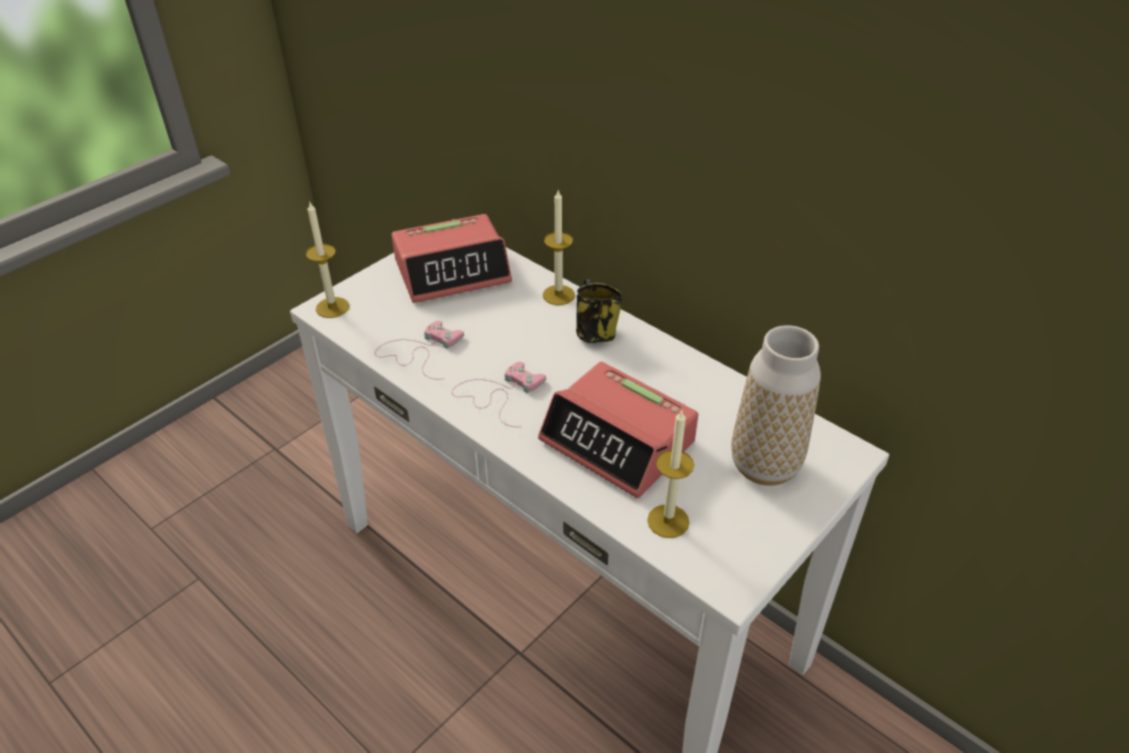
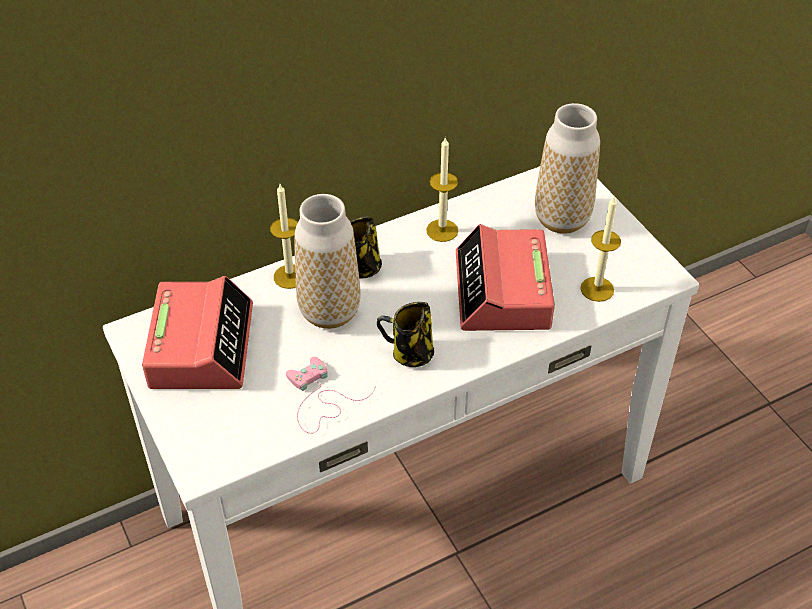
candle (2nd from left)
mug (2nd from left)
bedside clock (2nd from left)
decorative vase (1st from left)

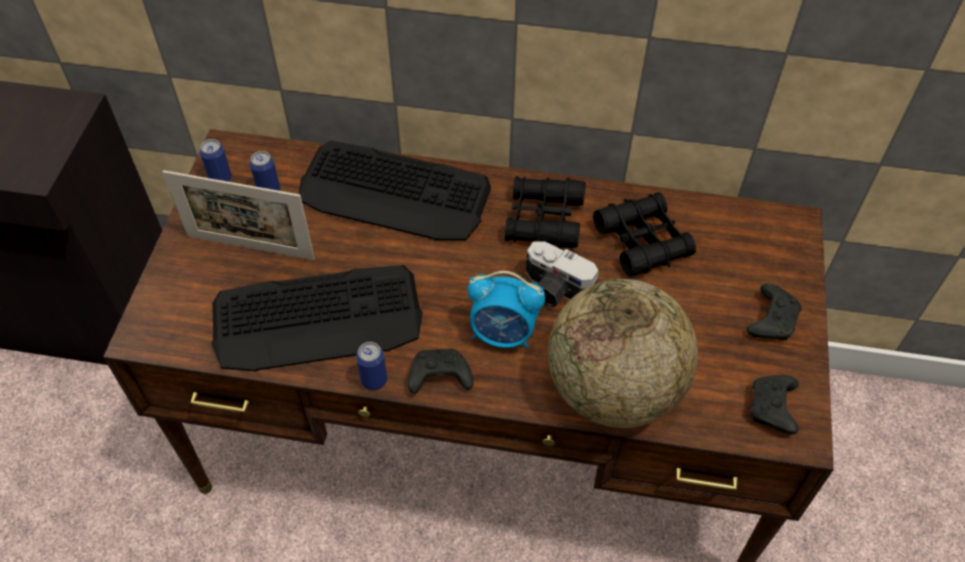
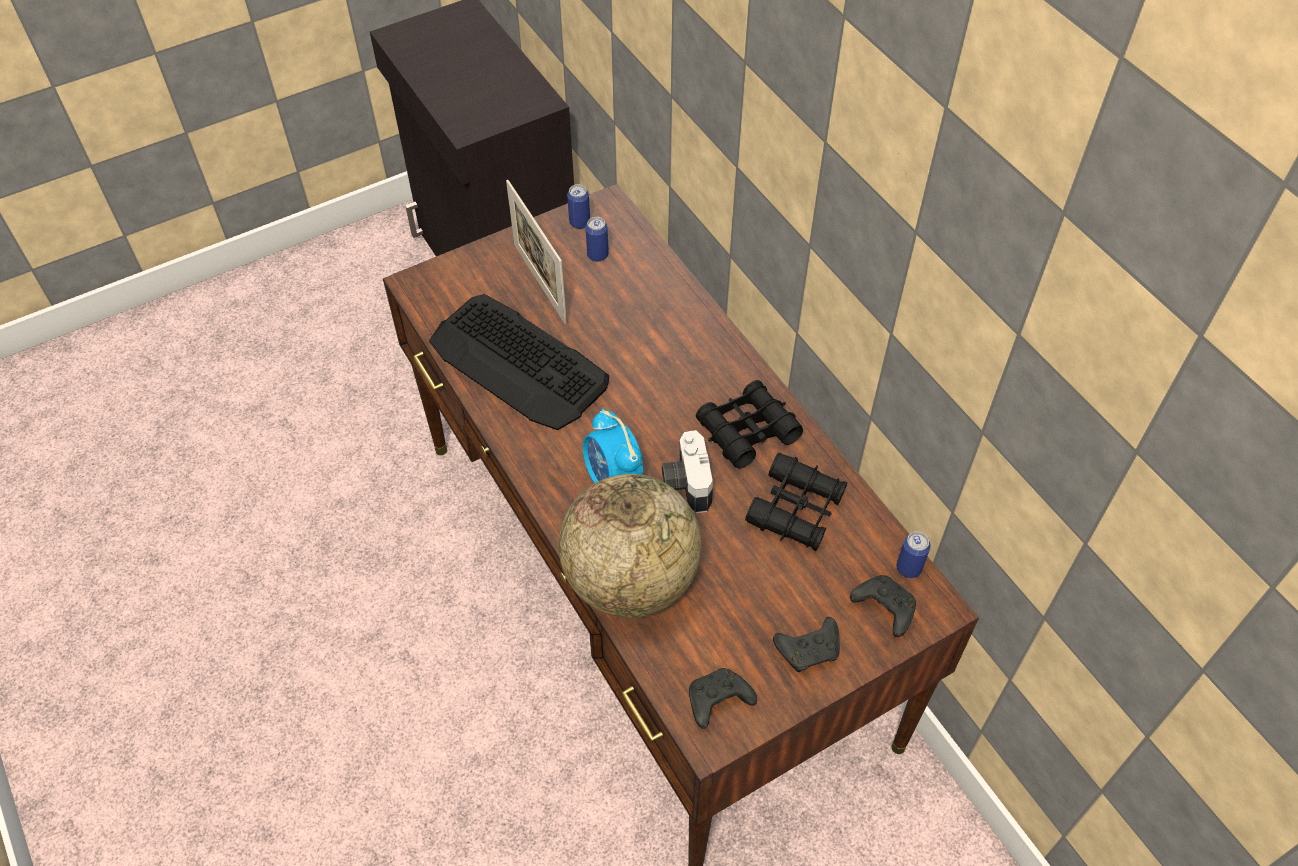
keyboard (2nd from left in the first image)
sealed can (3rd from left)
black-coloured joypad (3rd from left)

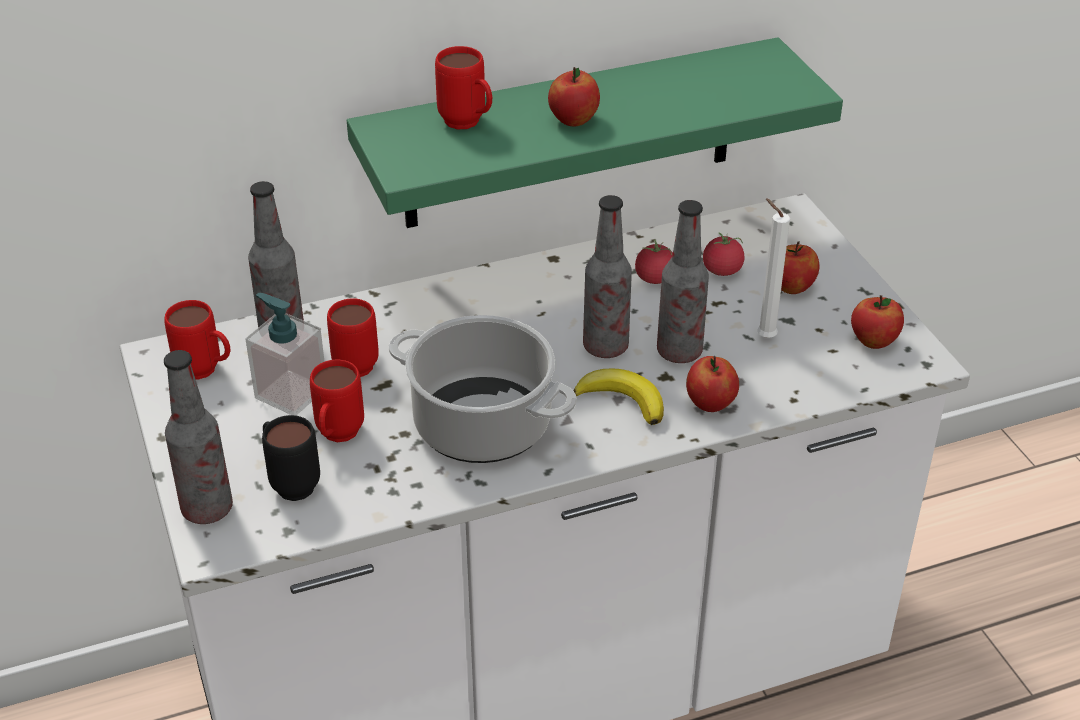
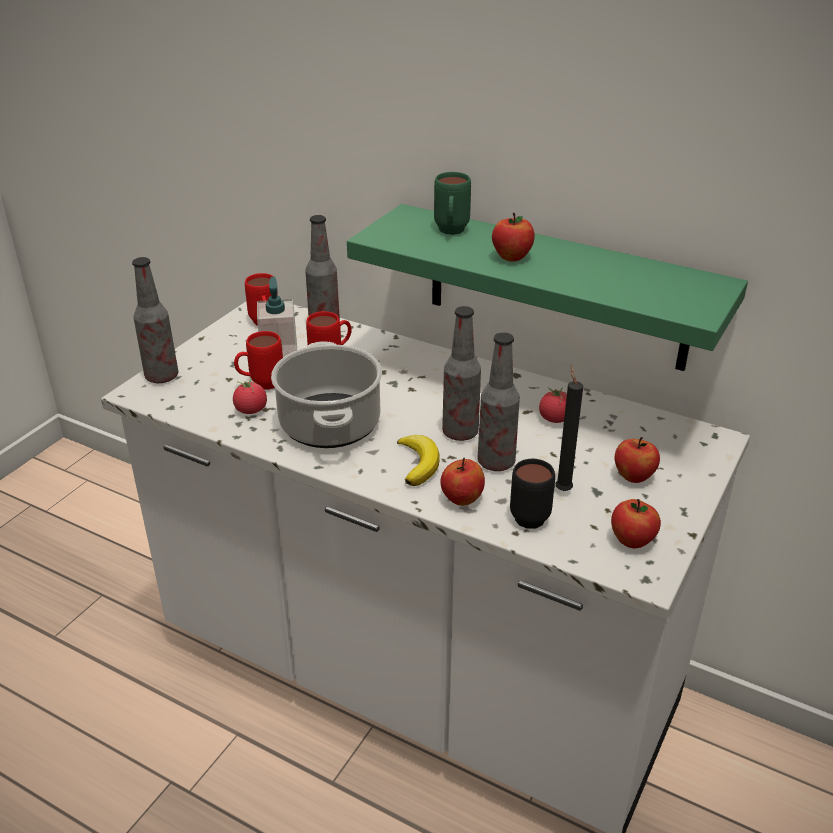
black-coloured mug
green-coloured mug
fresh tomato (1st from left)
black-coloured candle

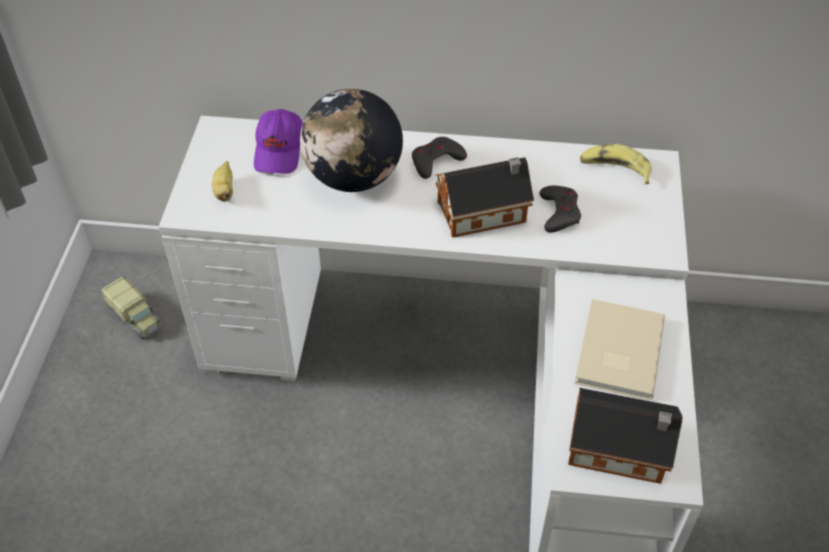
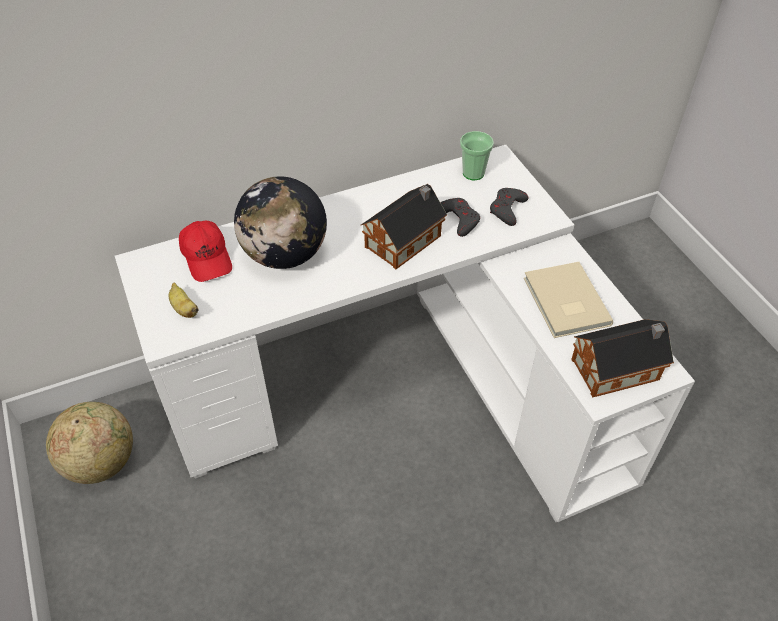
globe (1st from left)
red-coloured cap
greyish joypad (2nd from left)
drinking cup

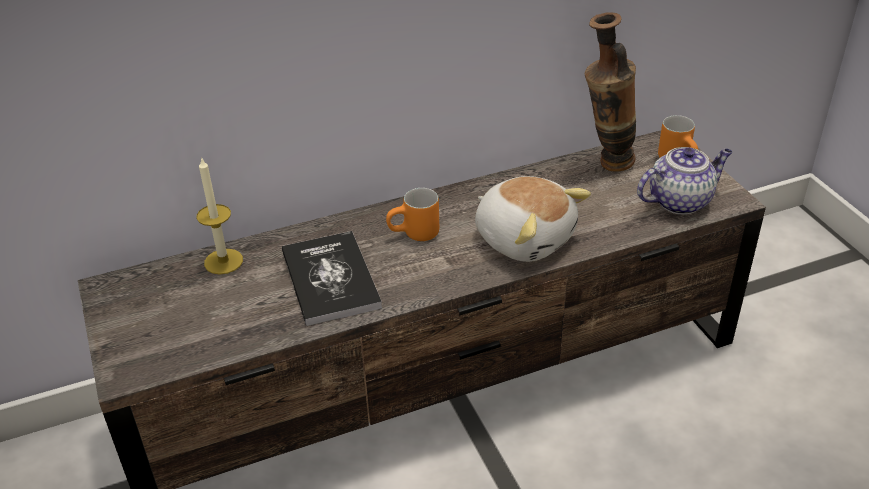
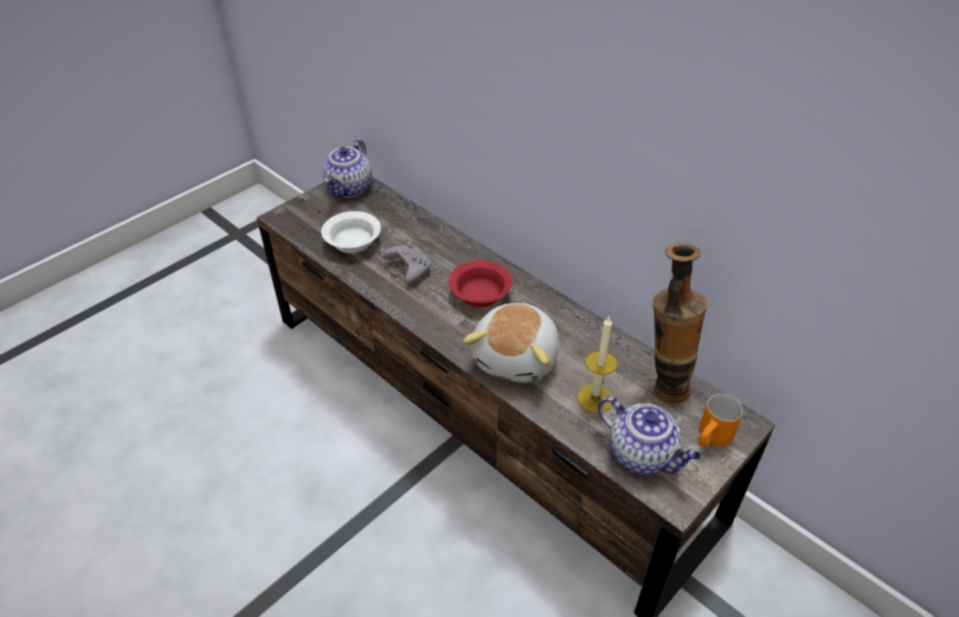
candle
greyish joypad
red-coloured bowl
white-coloured bowl
tea pot (1st from left)

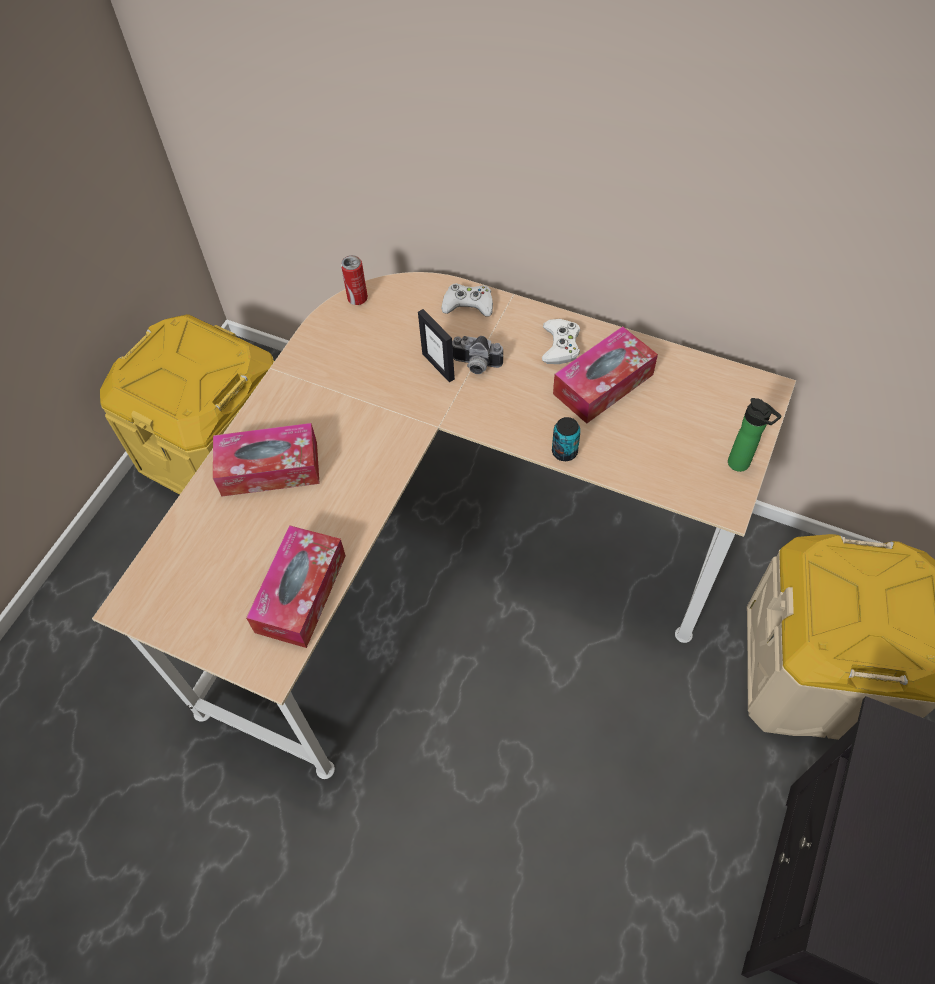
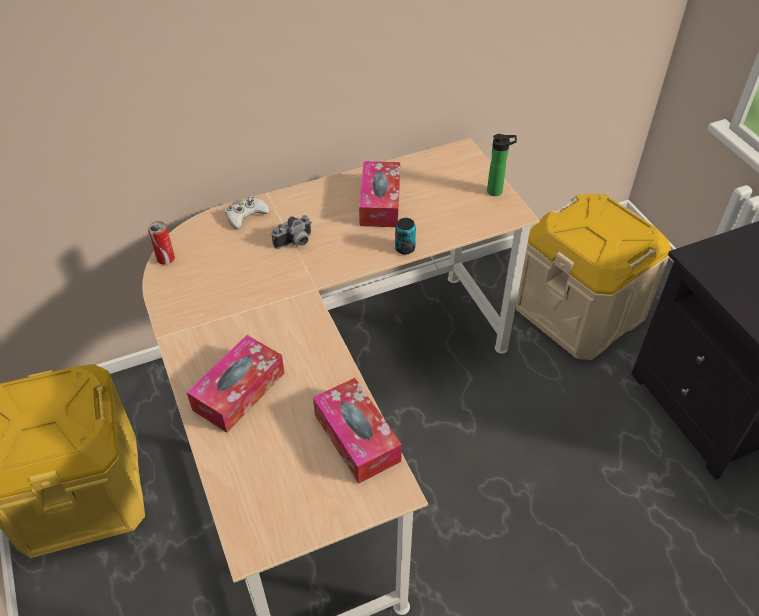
photo frame
white-coloured joypad (2nd from left in the first image)

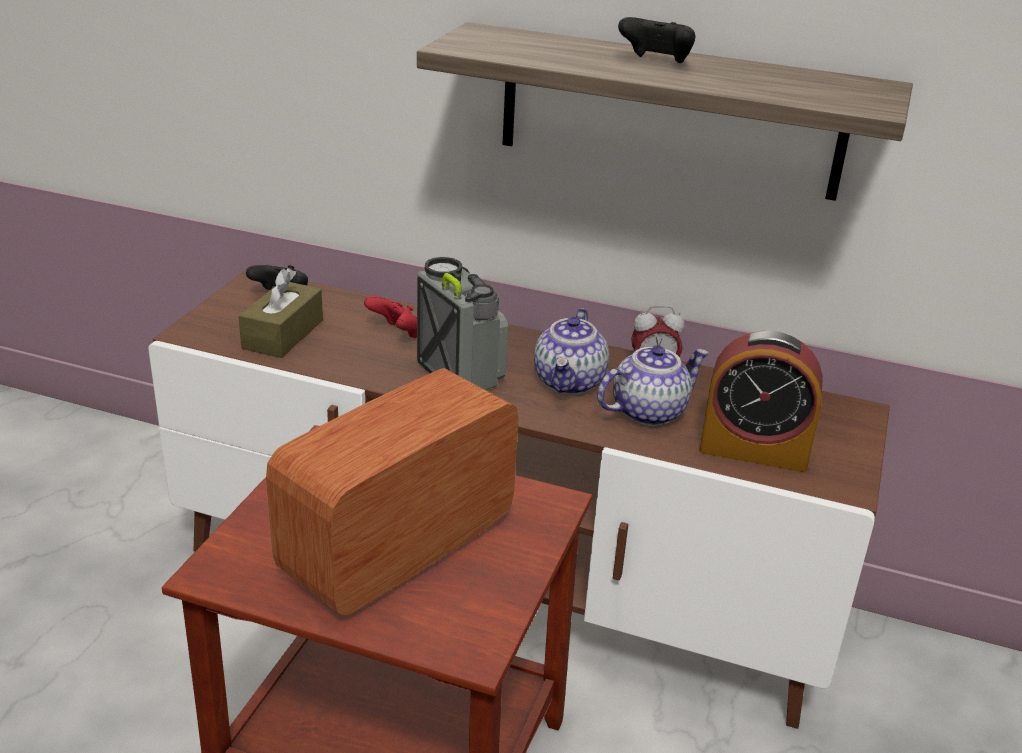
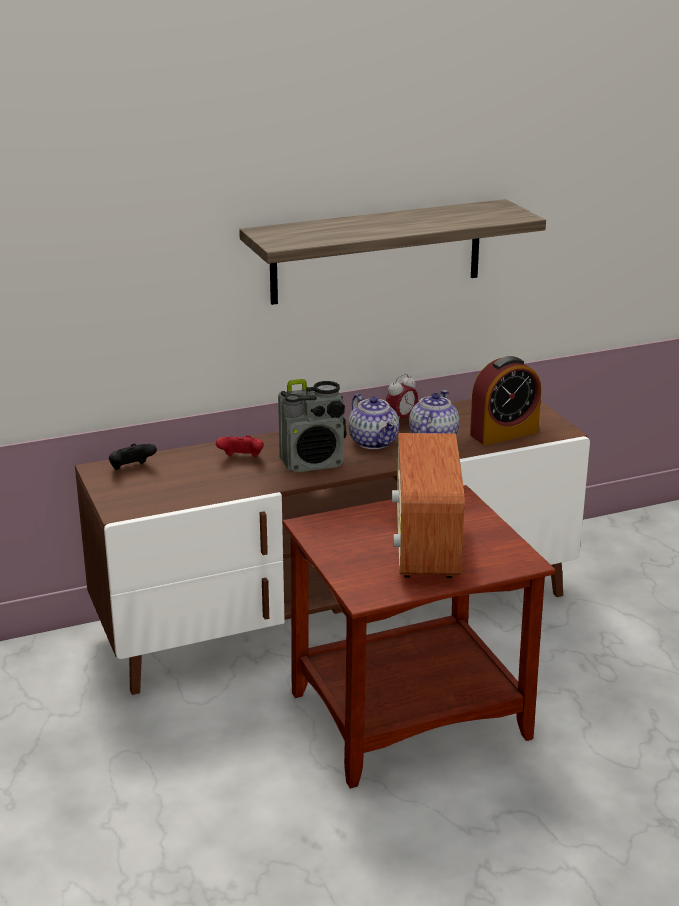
brownish tissue box
radio (1st from left)
black-coloured joypad (2nd from left in the first image)

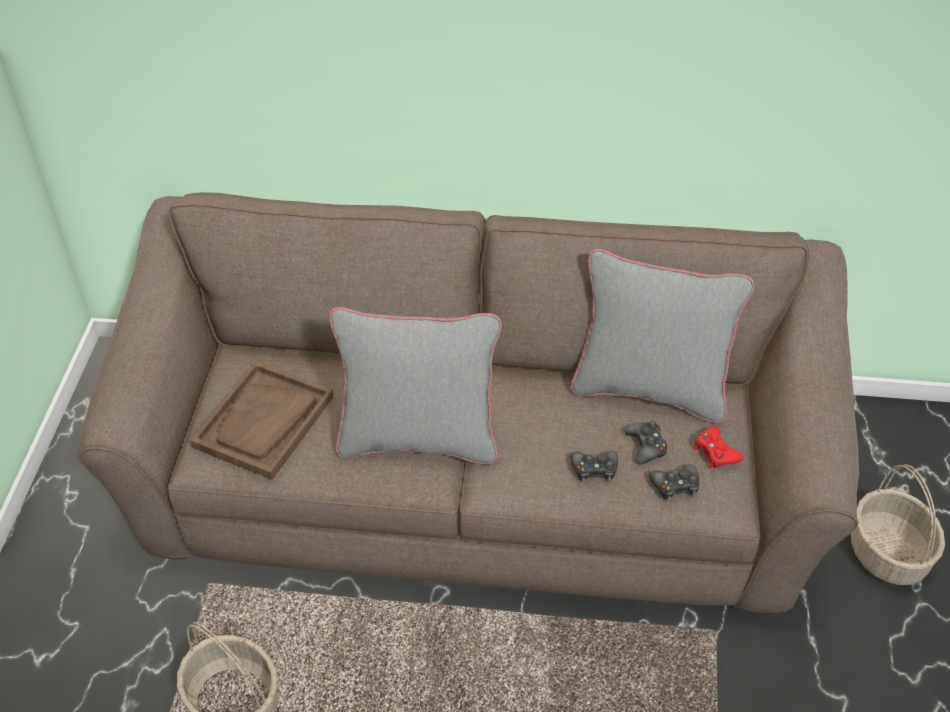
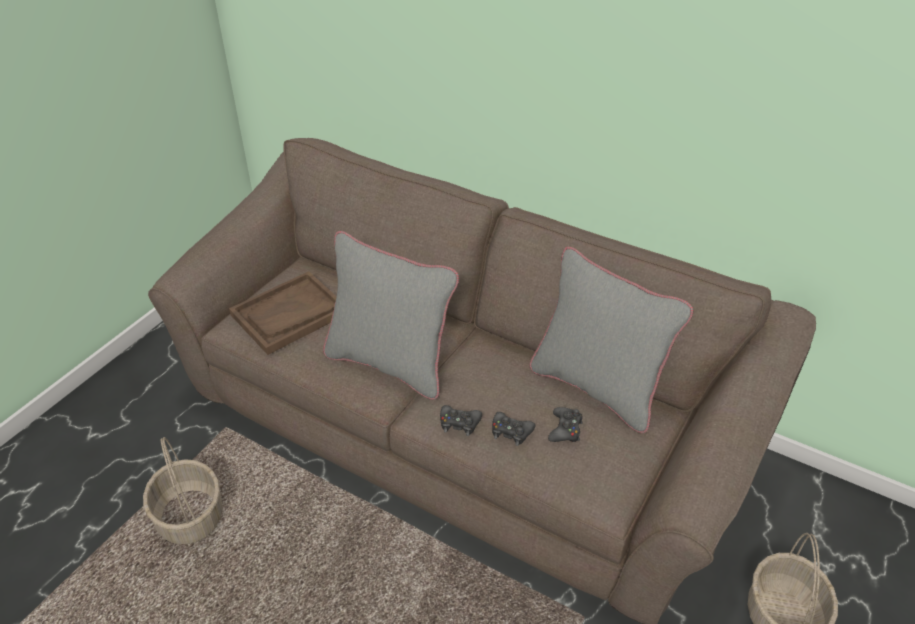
black-coloured joypad (1st from left)
red-coloured joypad

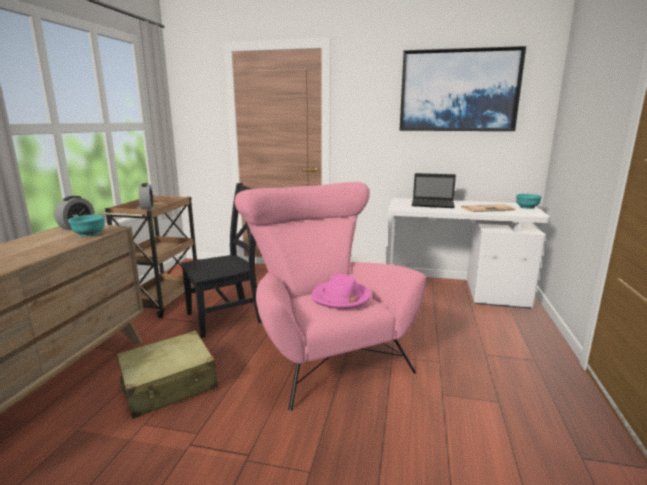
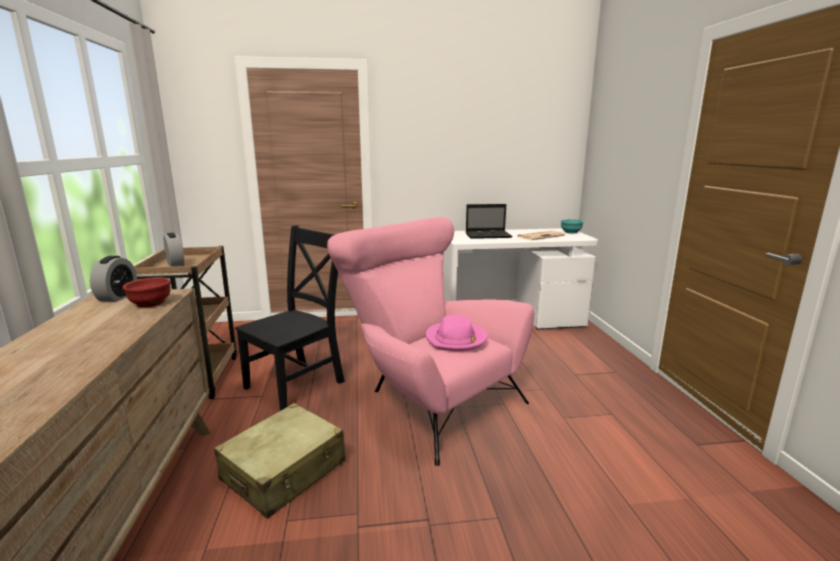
red-coloured bowl
wall picture

